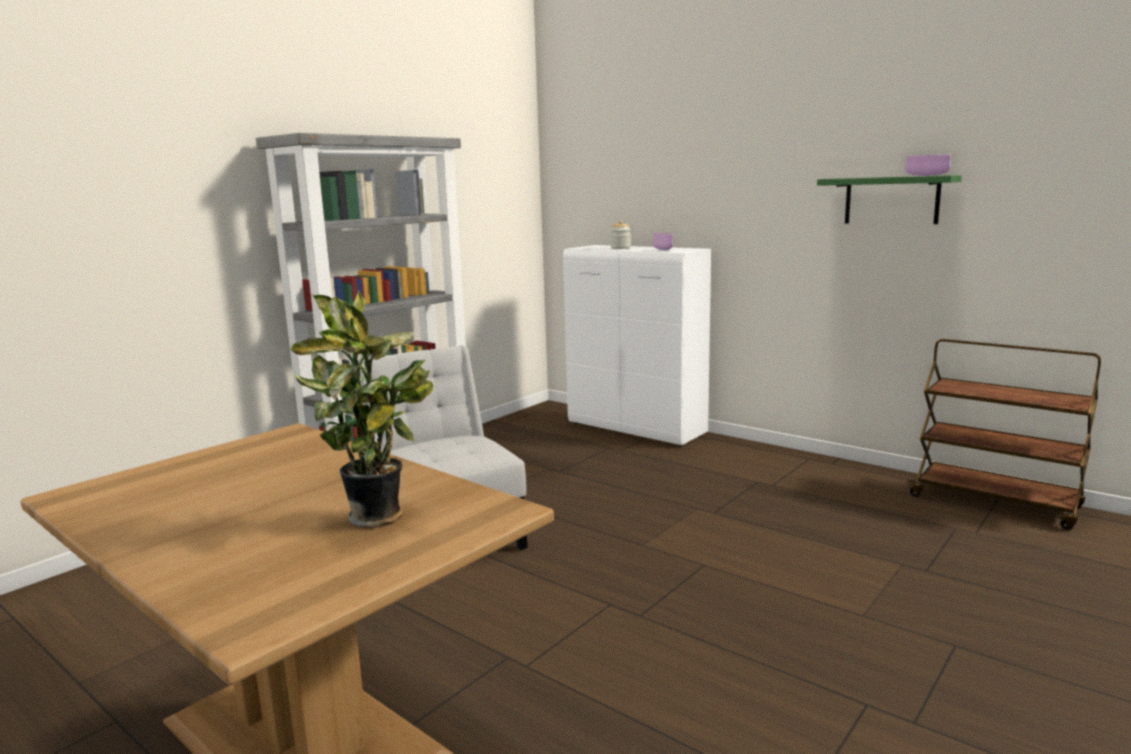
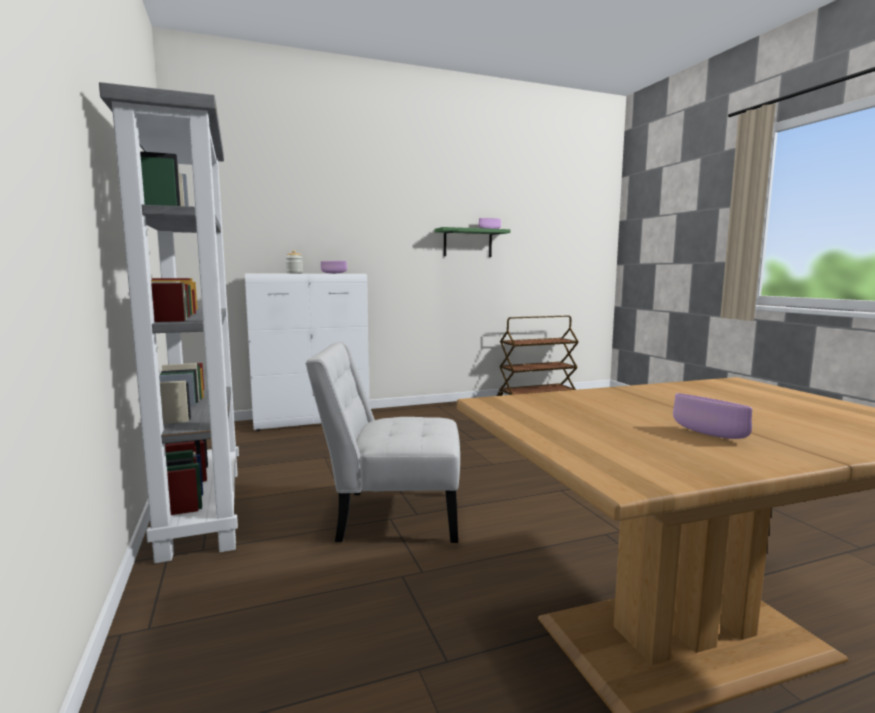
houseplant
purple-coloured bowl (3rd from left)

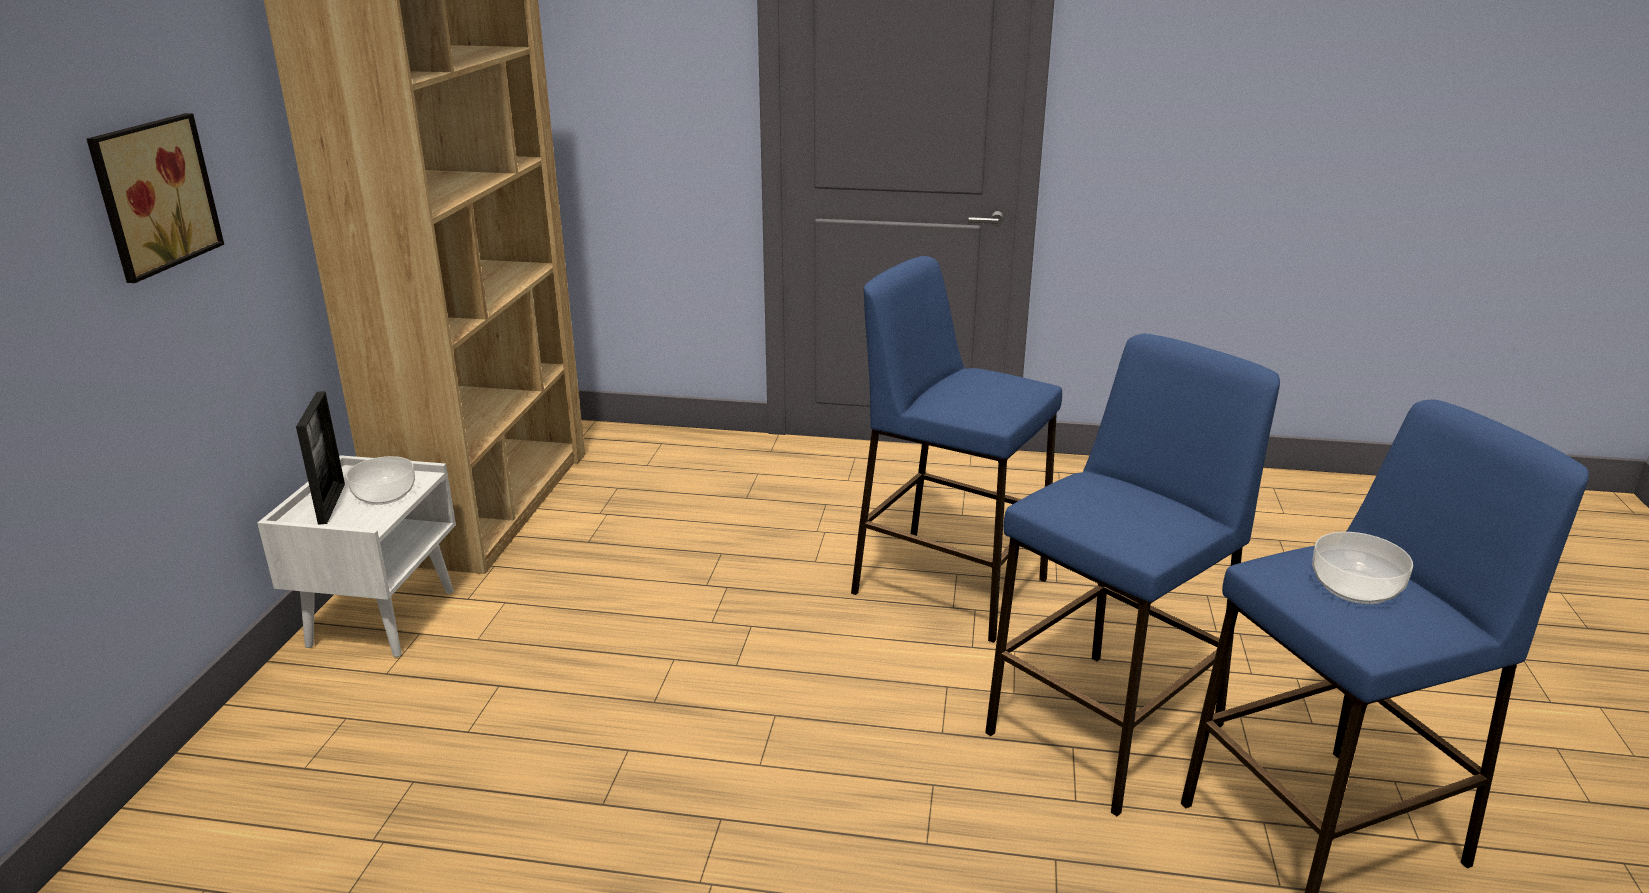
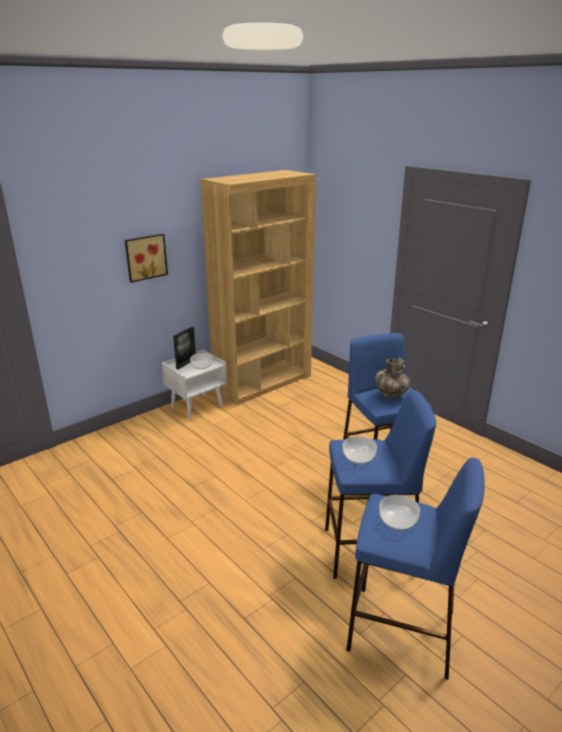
bowl (2nd from left)
decorative vase

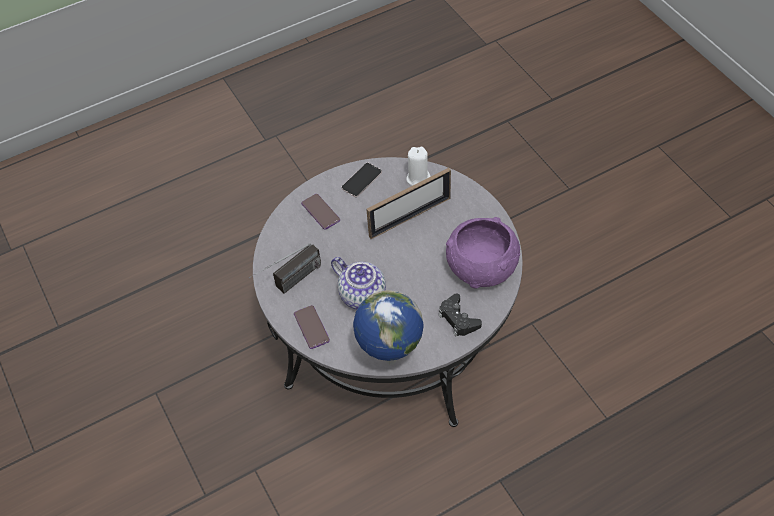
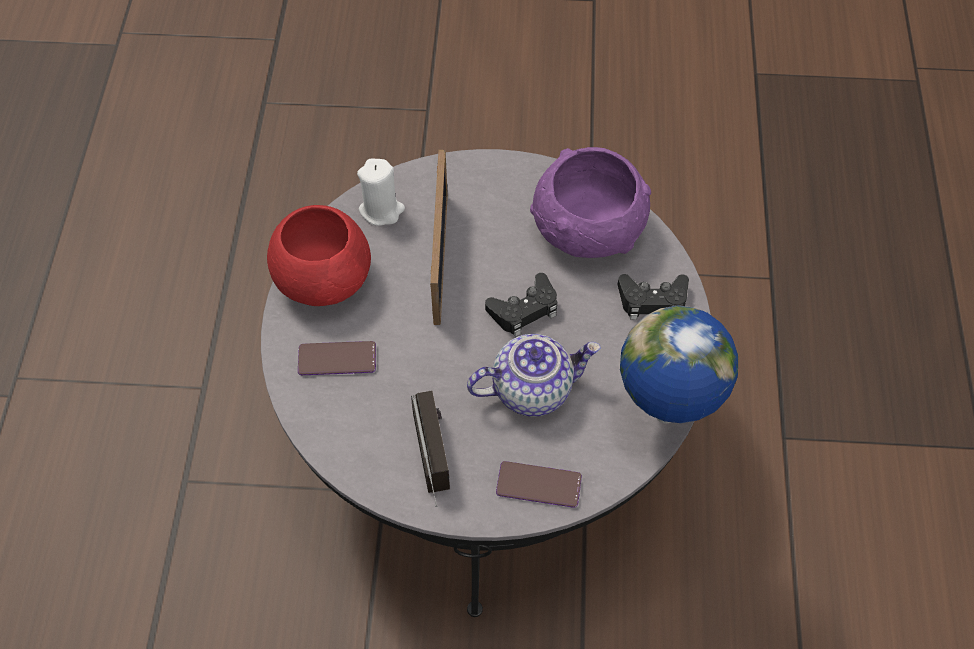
red-coloured bowl
black-coloured joypad (1st from left)

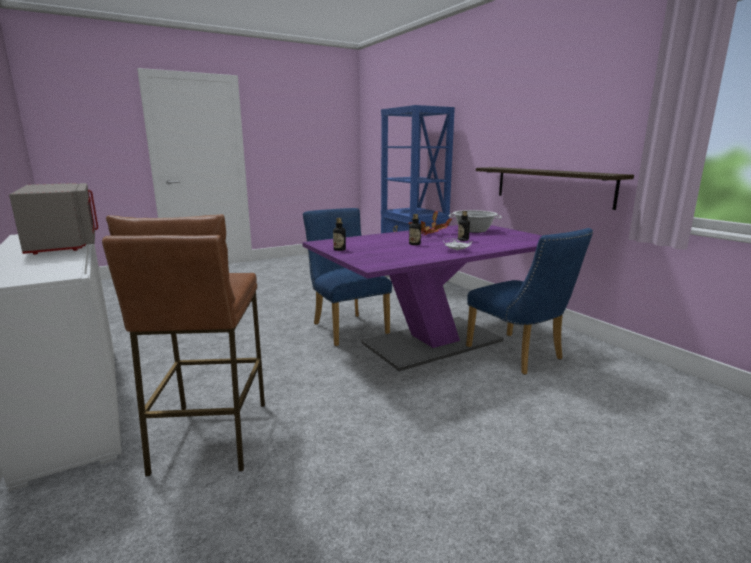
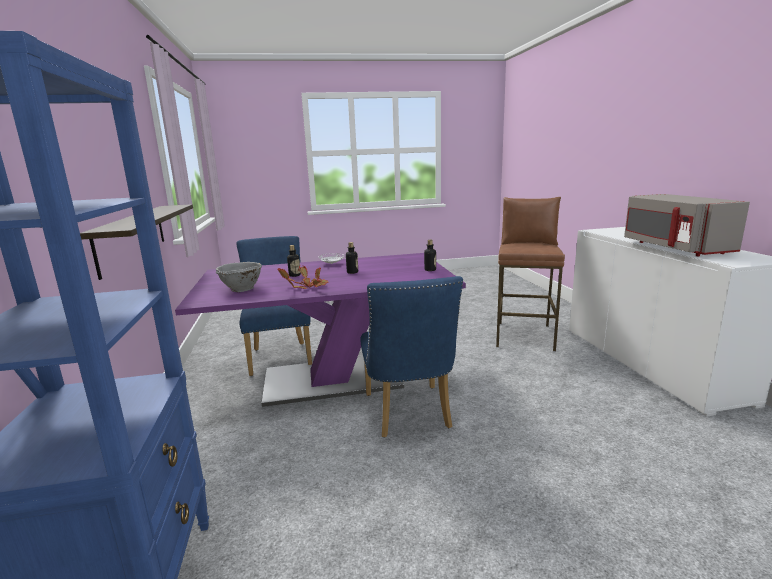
greyish bowl

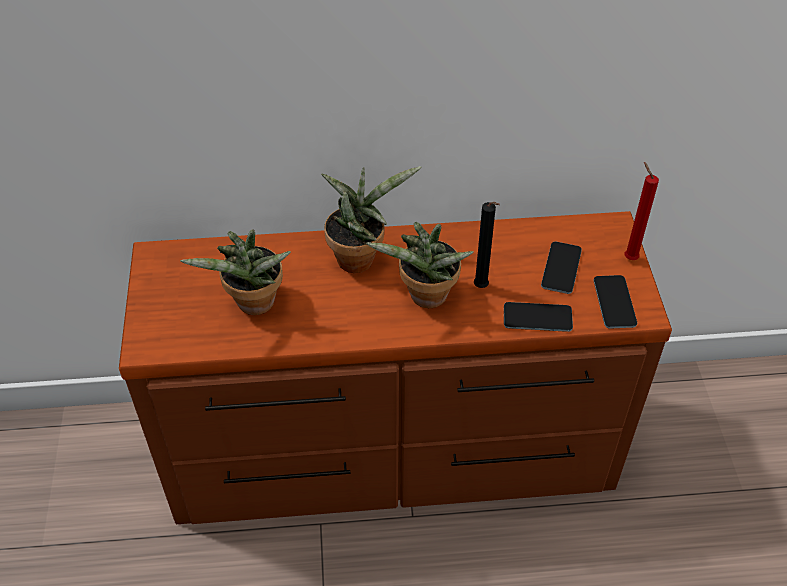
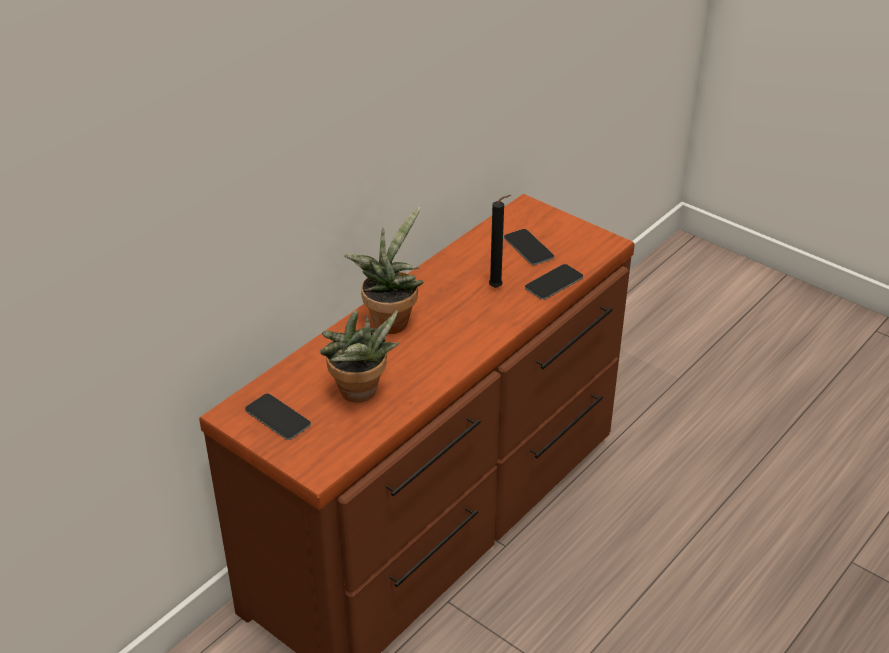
houseplant (3rd from left in the first image)
handset (1st from left)
red-coloured candle

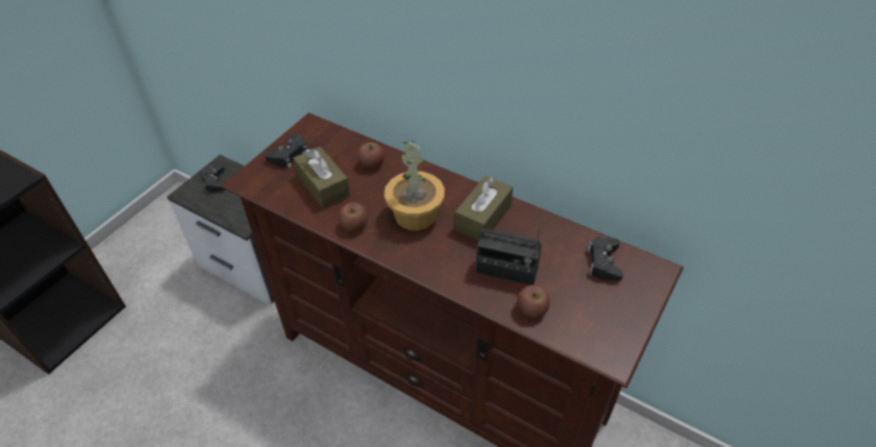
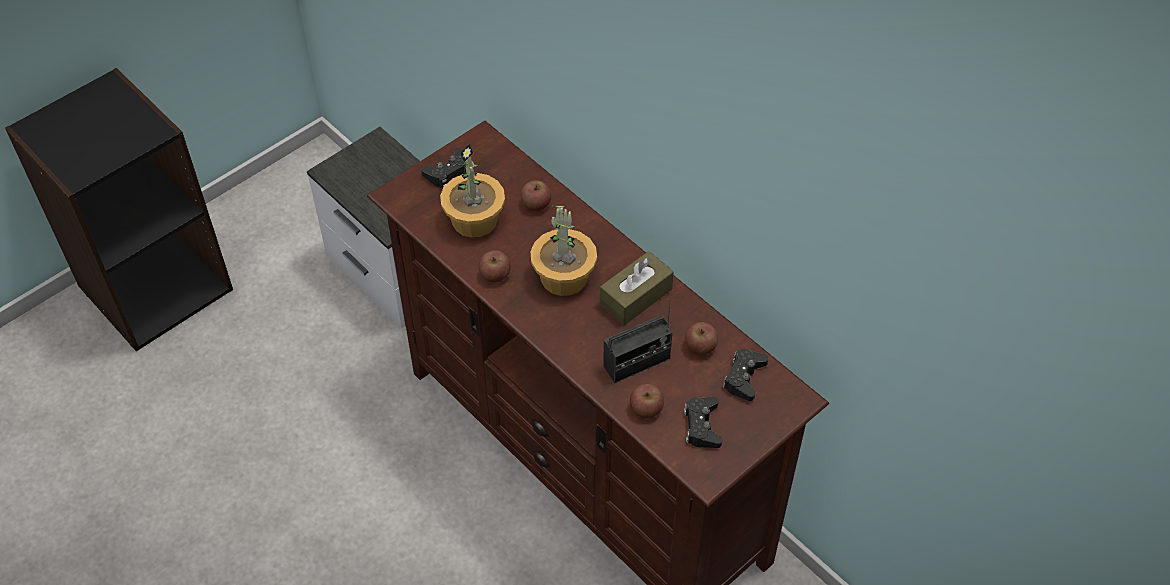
black-coloured joypad (2nd from left)
houseplant (1st from left)
radio
whole apple (4th from left)

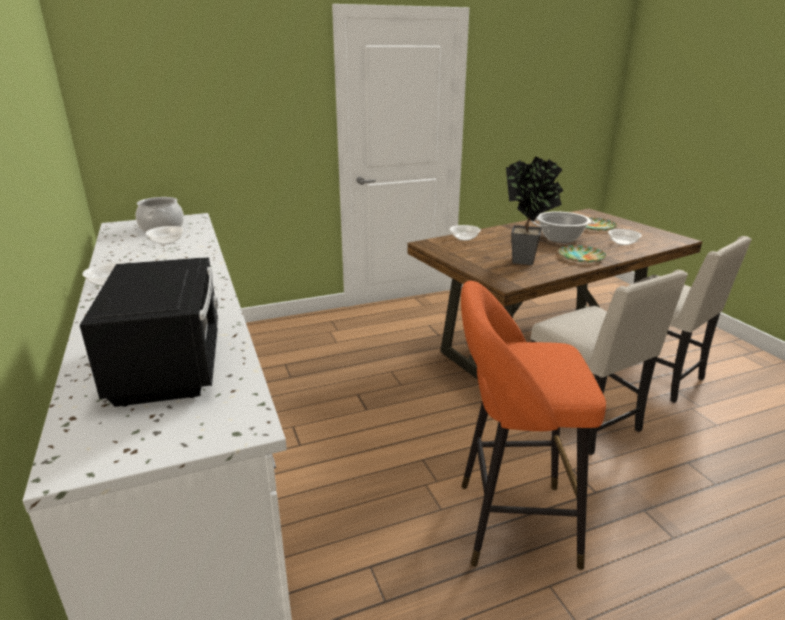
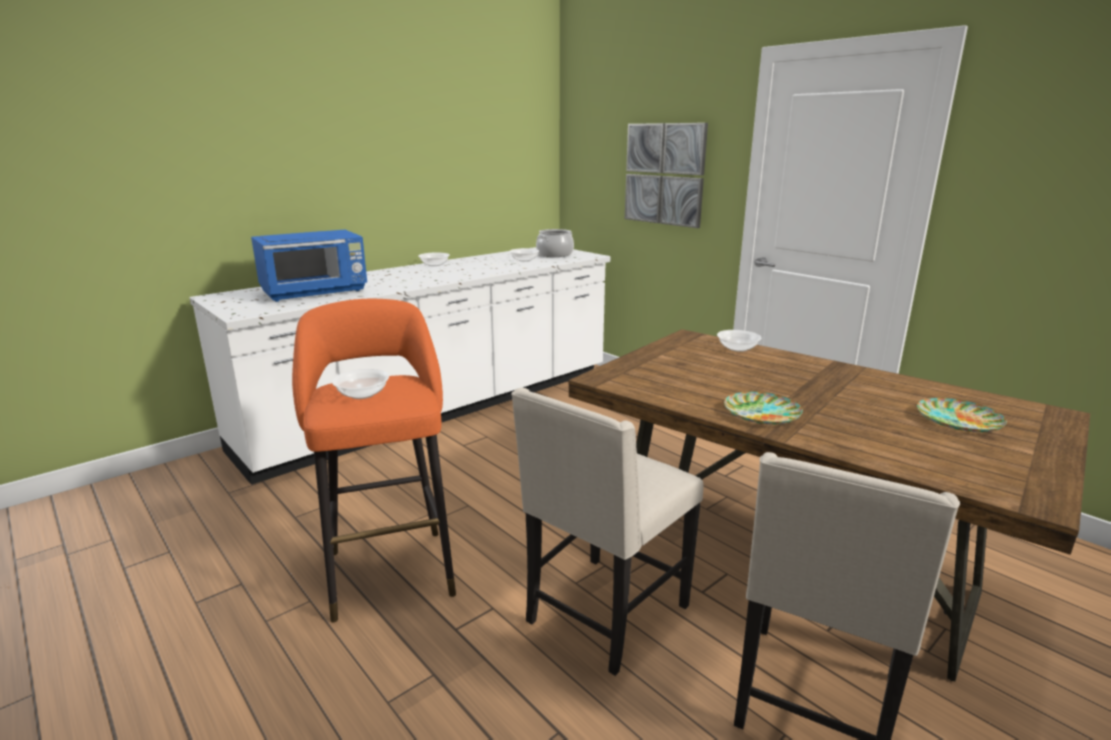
blue-coloured microwave oven
houseplant
cooking pot (2nd from left in the first image)
bowl (1st from left)
wall picture

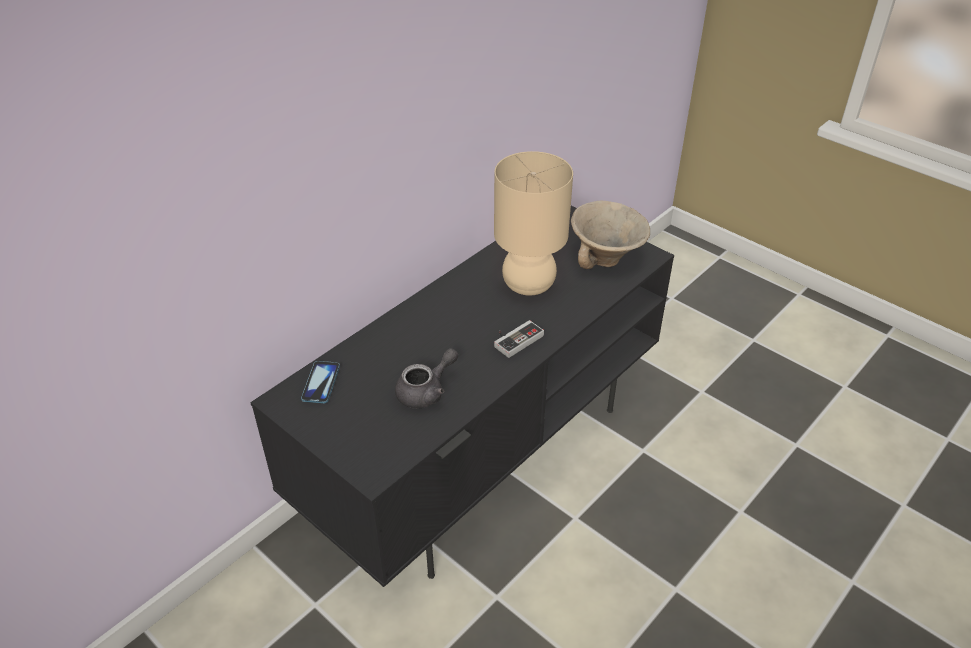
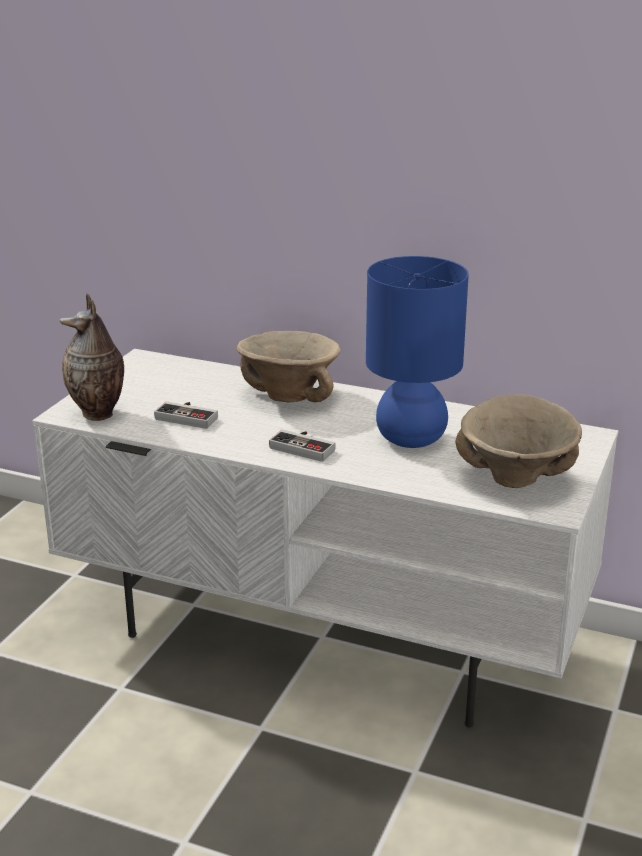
white-coloured media console
handset
joypad (1st from left)
blue-coloured table lamp
decorative vase
beige-coloured bowl (1st from left)

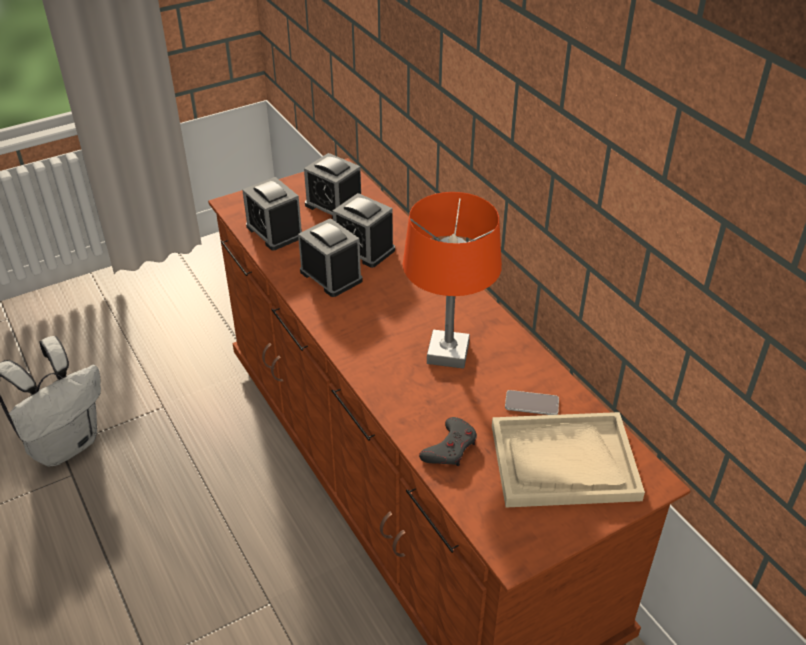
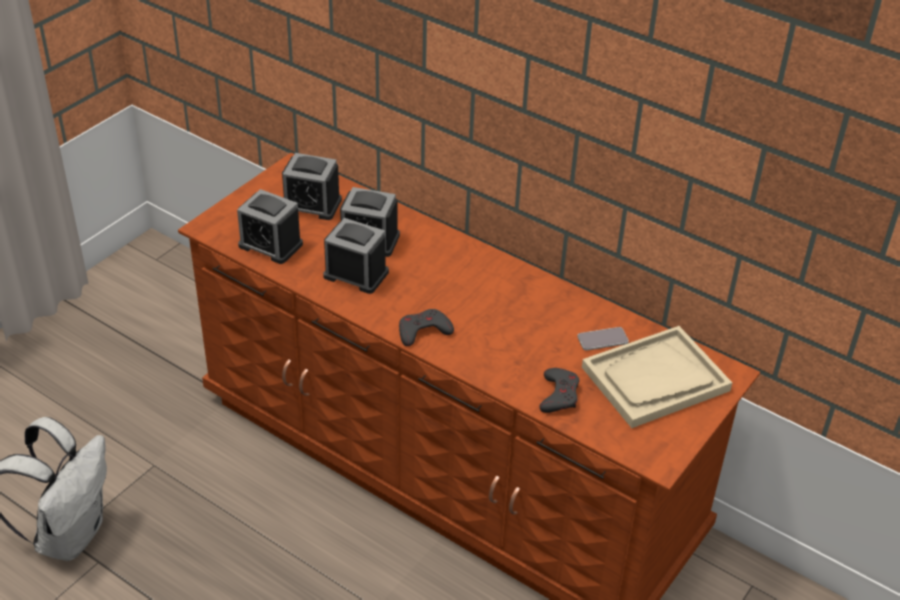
orangey table lamp
greyish joypad (1st from left)

